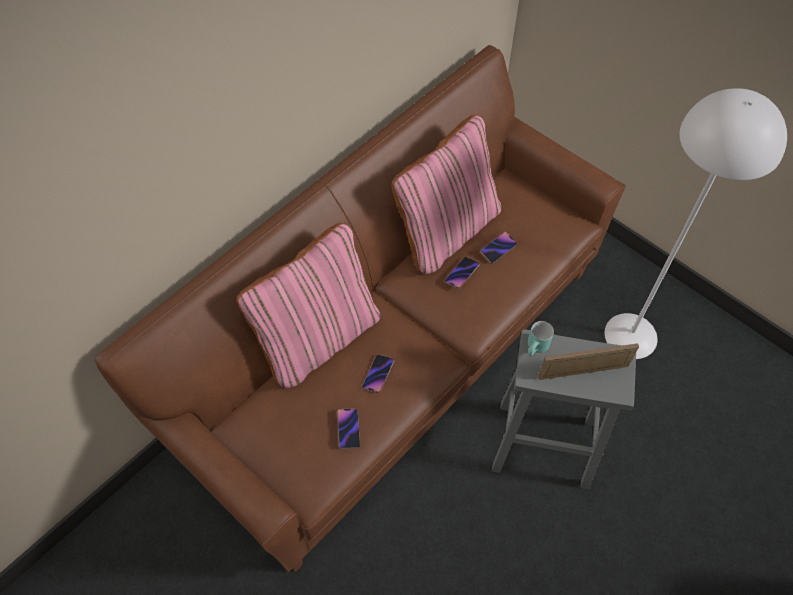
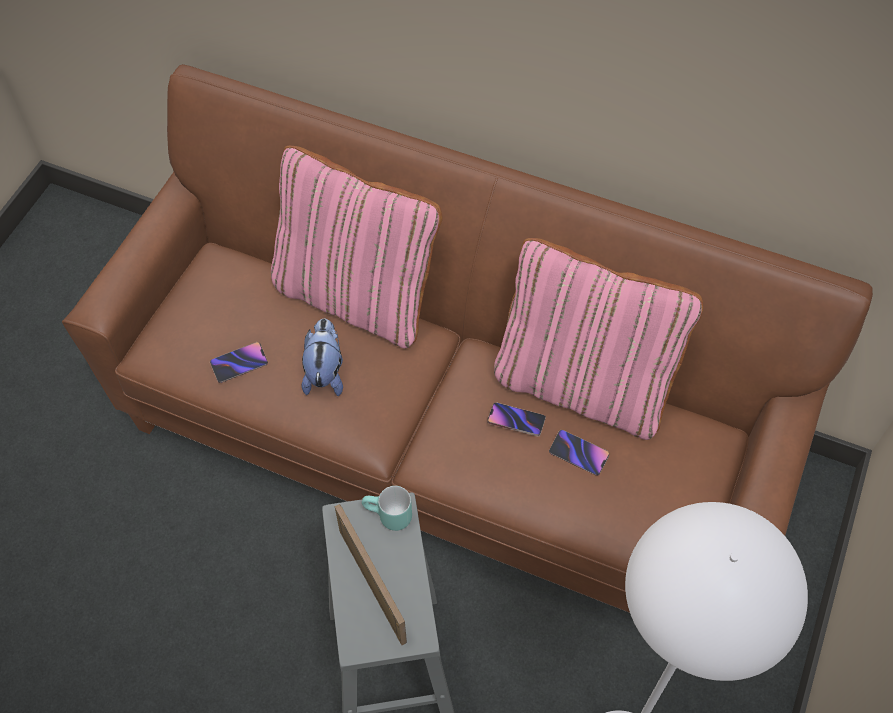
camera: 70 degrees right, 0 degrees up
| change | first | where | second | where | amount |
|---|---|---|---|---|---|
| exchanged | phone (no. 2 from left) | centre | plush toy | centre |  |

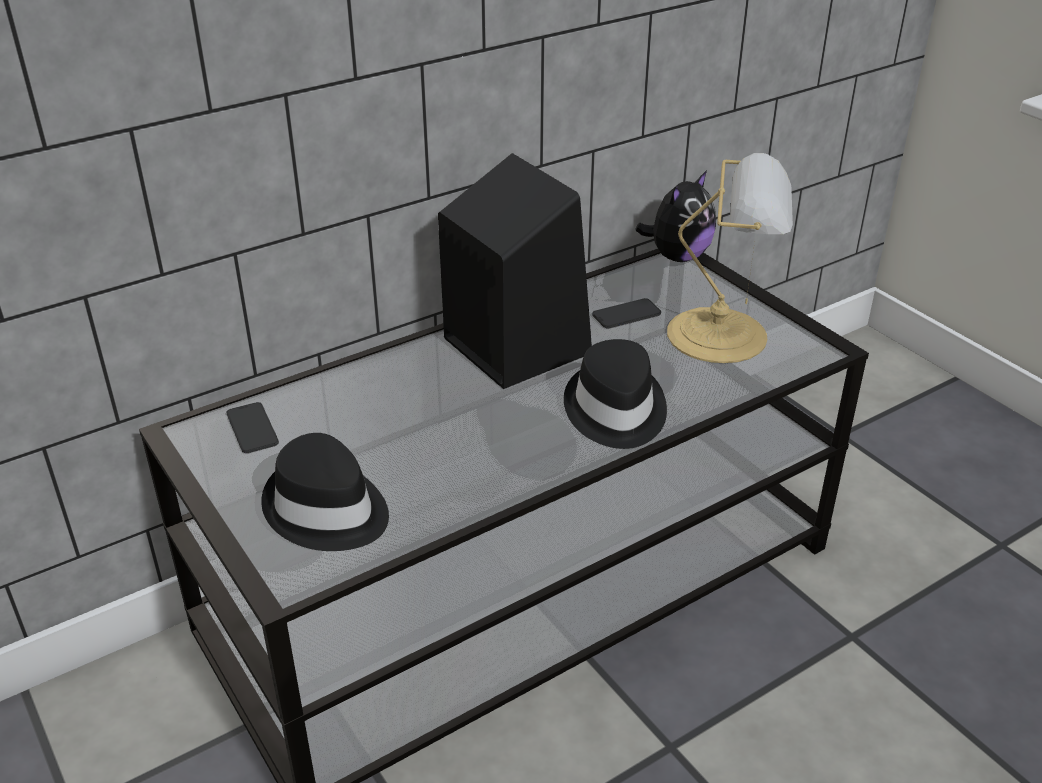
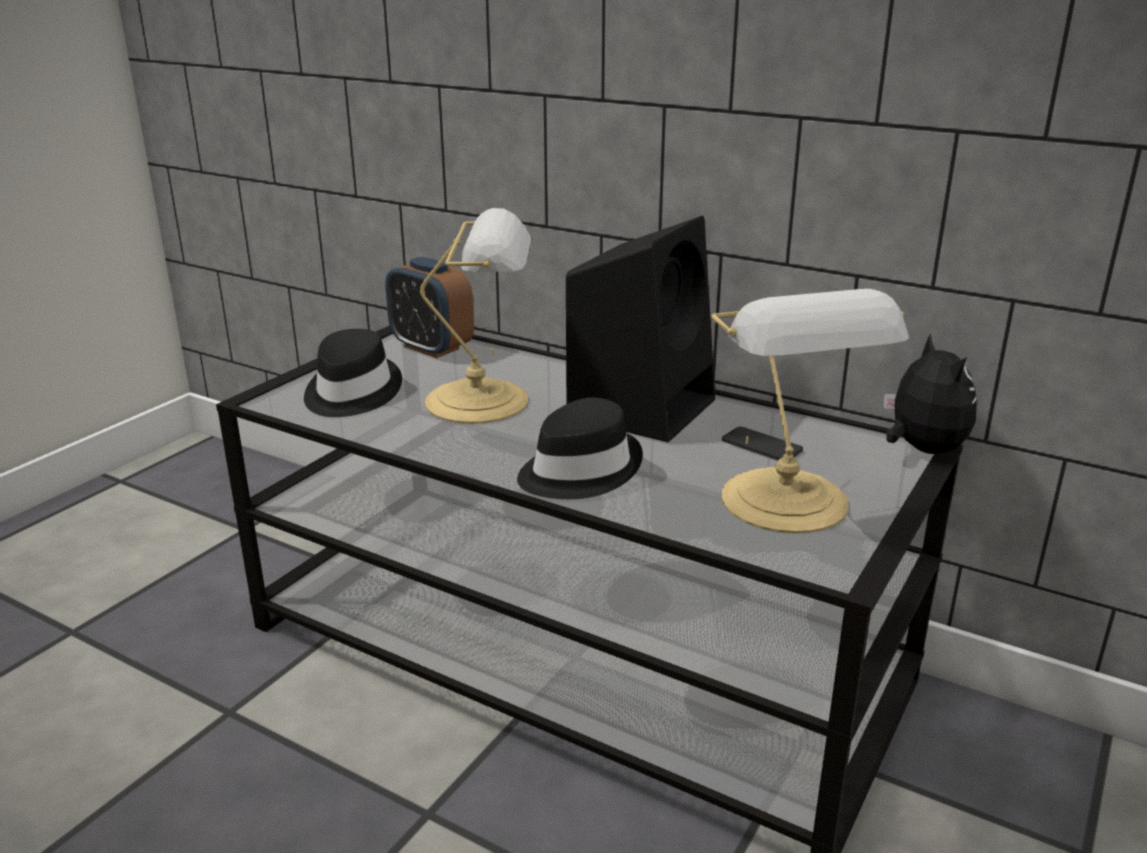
camera: 65 degrees right, 10 degrees down
| change | first | where | second | where | amount |
|---|---|---|---|---|---|
| spun | plush toy | top centre |  | middle right | 120 degrees counterclockwise |
| exchanged | phone (no. 1 from left) | middle left | alarm clock | centre |  |
| appeared |  |  | table lamp (no. 1 from left) | centre |  |

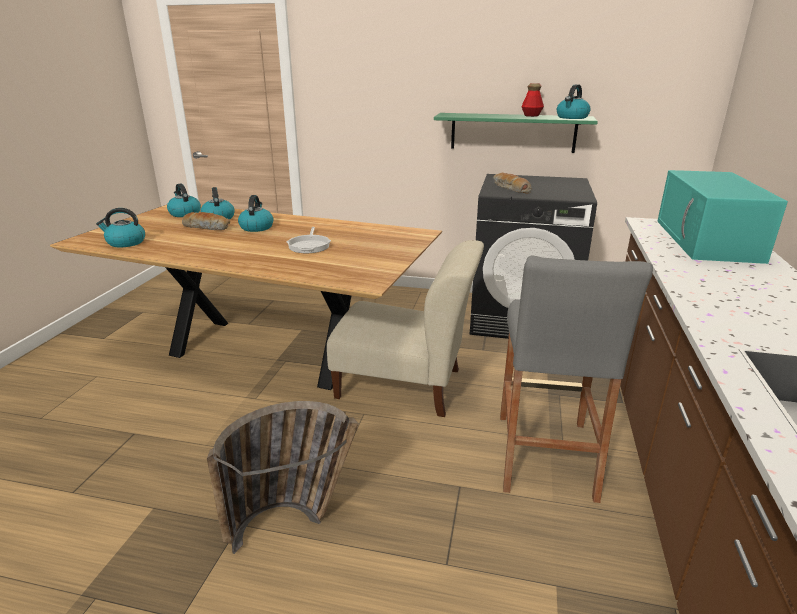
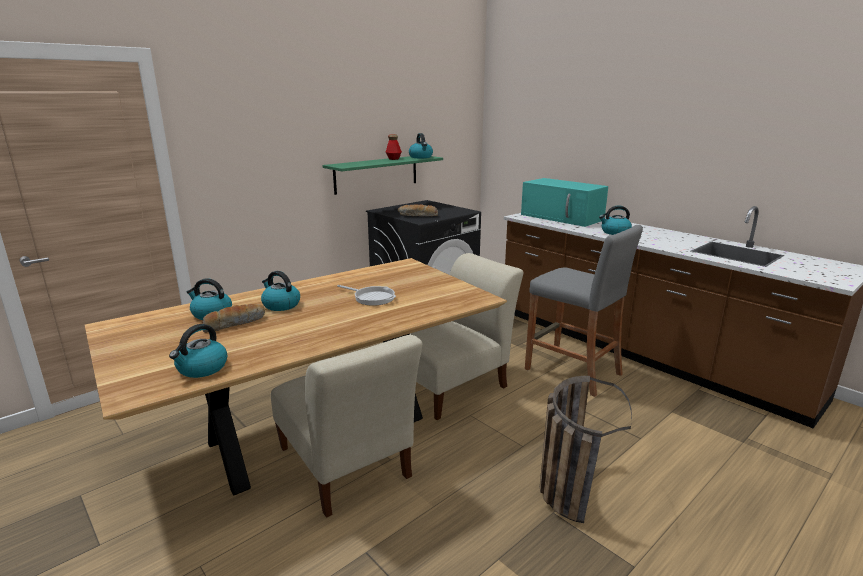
camera: 55 degrees left, 5 degrees down
| change | first | where | second | where | amount |
|---|---|---|---|---|---|
| relocated | kettle (no. 2 from left in the first image) | top left | kettle (no. 5 from left) | middle right |  |
| appeared |  |  | beige chair (no. 1 from left) | bottom centre |  |

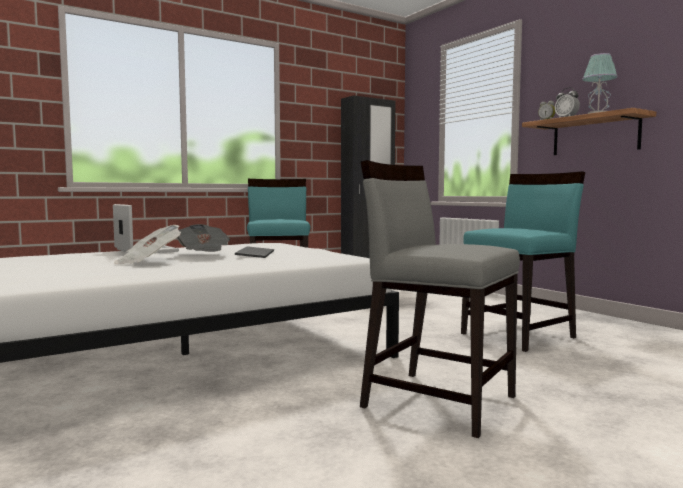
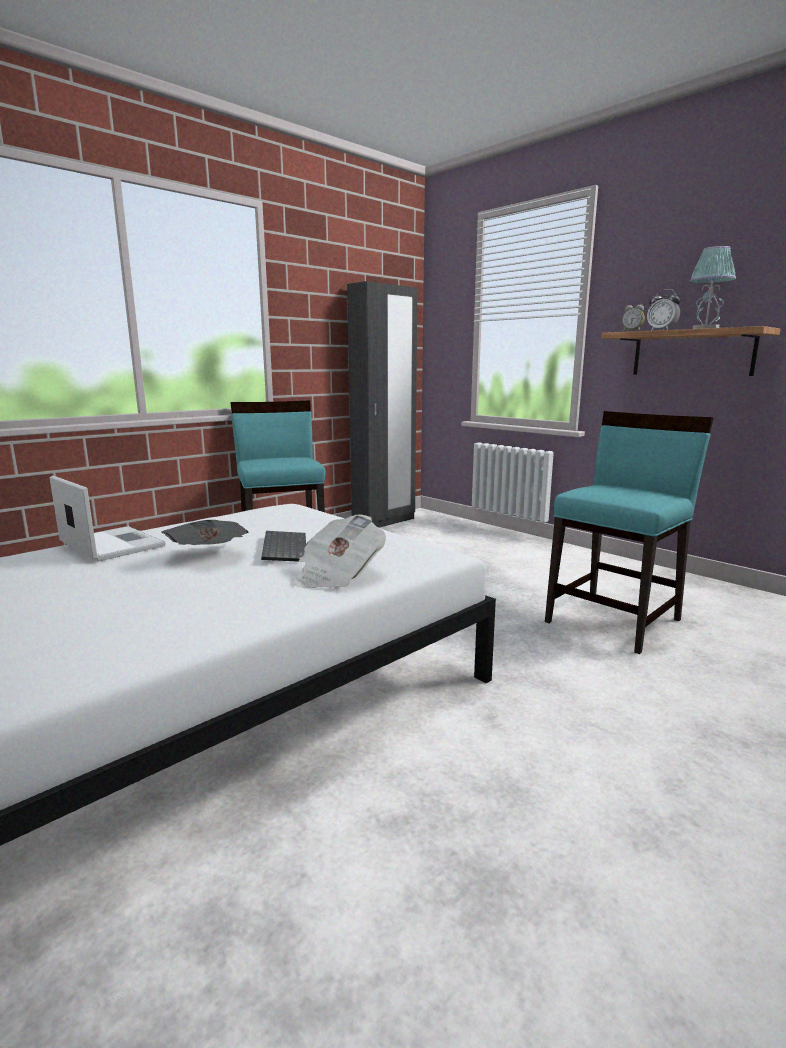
camera: 10 degrees left, 10 degrees up
| change | first | where | second | where | amount |
|---|---|---|---|---|---|
| missing | grey chair | centre |  |  |  |
| relocated | newspaper (no. 1 from left in the first image) | middle left | newspaper (no. 2 from left) | centre |  |

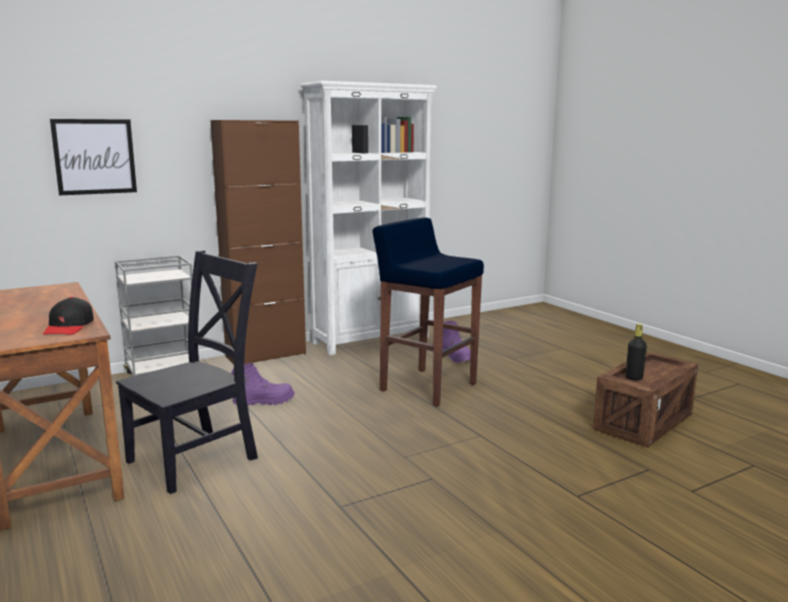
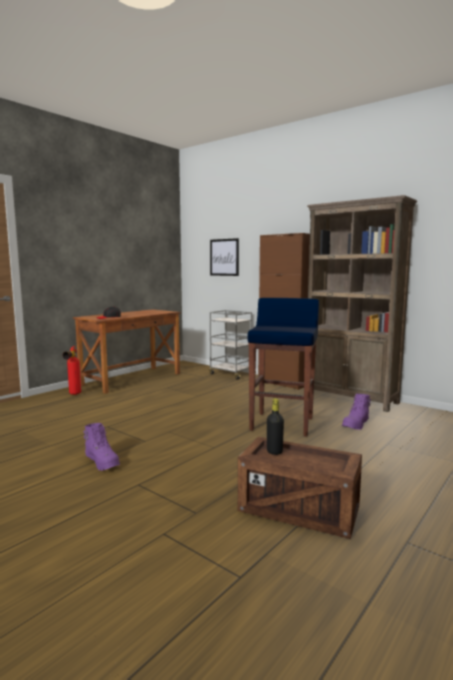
camera: 70 degrees right, 5 degrees down
| change | first | where | second | where | amount |
|---|---|---|---|---|---|
| colour | white bookcase | centre | brown bookcase | middle right |  |
| missing | black chair | middle left |  |  |  |
| relocated | purple boot (no. 1 from left) | centre |  | middle left |  |
| appeared |  |  | fire extinguisher | middle left |  |

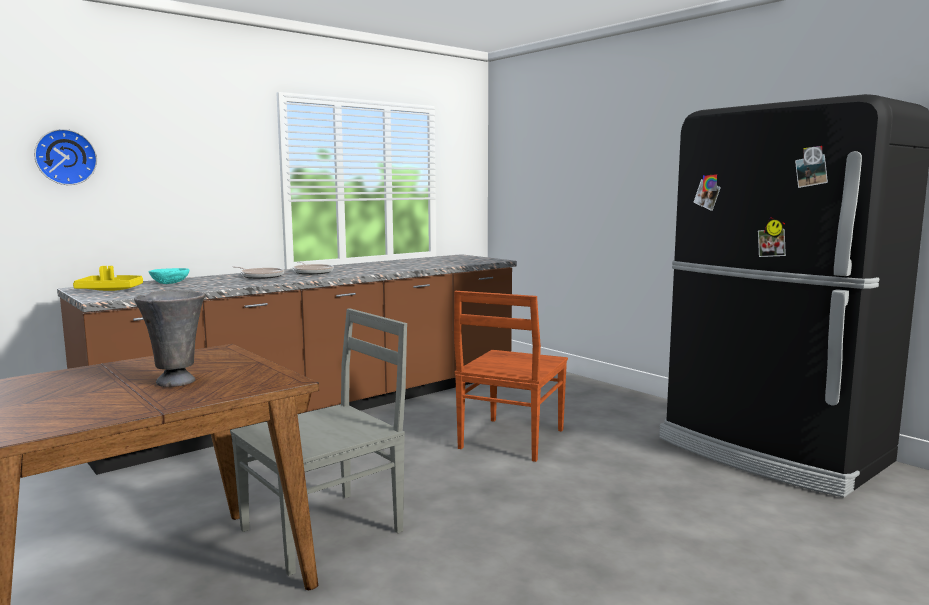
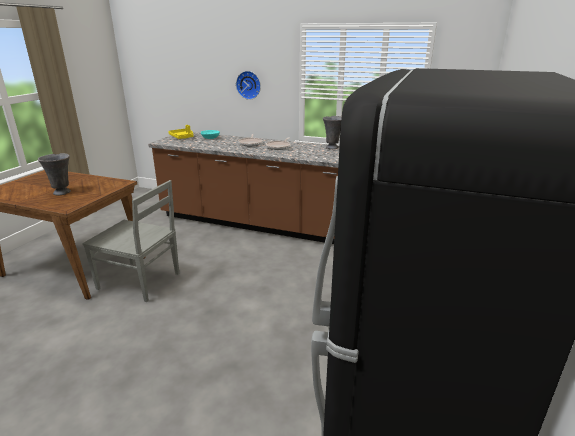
camera: 60 degrees right, 15 degrees up
| change | first | where | second | where | amount |
|---|---|---|---|---|---|
| relocated | wall clock | top left |  | top centre |  |
| missing | brown chair | centre |  |  |  |
| appeared |  |  | grey vase (no. 2 from left) | top centre |  |

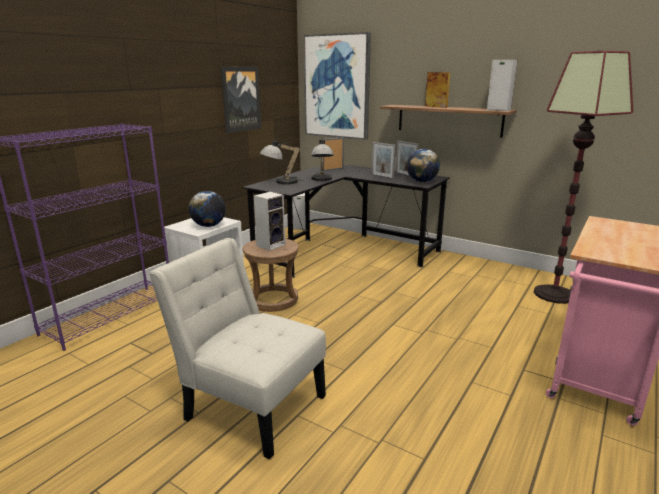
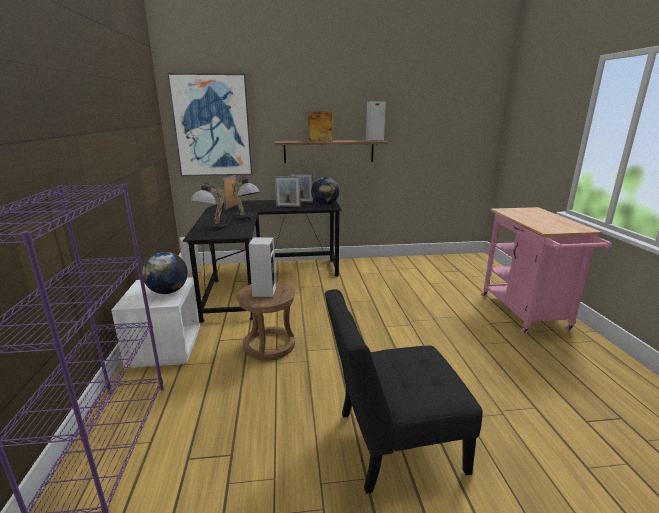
camera: 40 degrees left, 0 degrees up
| change | first | where | second | where | amount |
|---|---|---|---|---|---|
| missing | floor lamp | middle right |  |  |  |
| missing | picture (no. 1 from left) | top centre |  |  |  |
| colour | white chair | bottom centre | black chair | bottom centre |  |

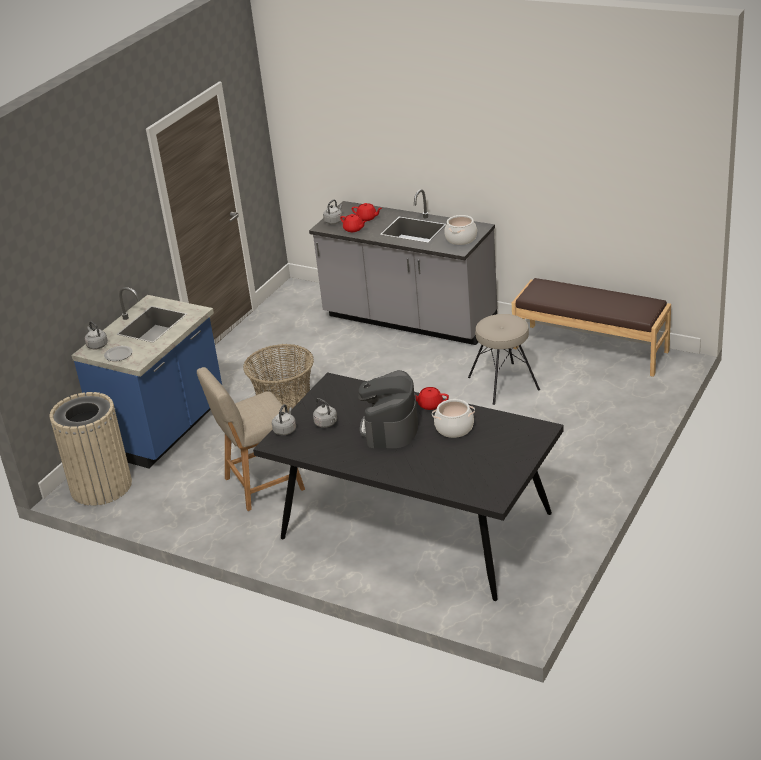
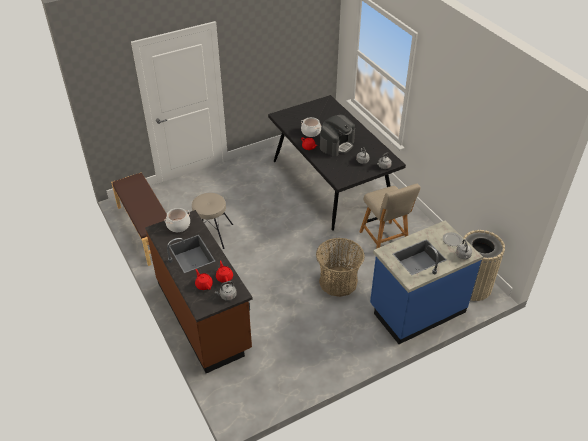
camera: 150 degrees left, 10 degrees up
| change | first | where | second | where | amount |
|---|---|---|---|---|---|
| colour | grey counter | centre | brown counter | centre |  |
| spun | beige chair | middle left |  | centre | 60 degrees clockwise |

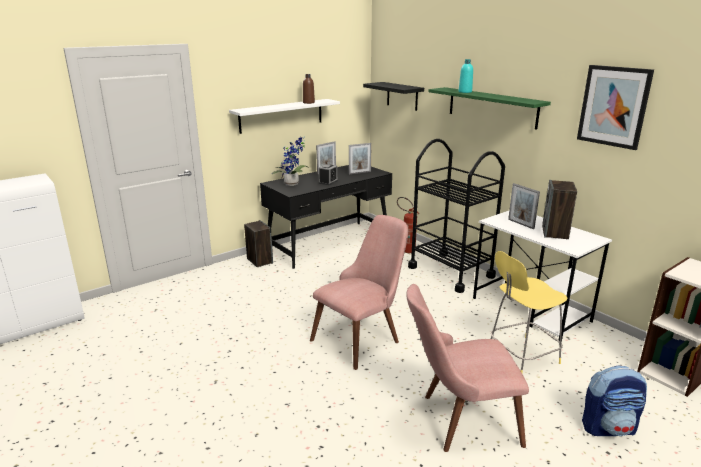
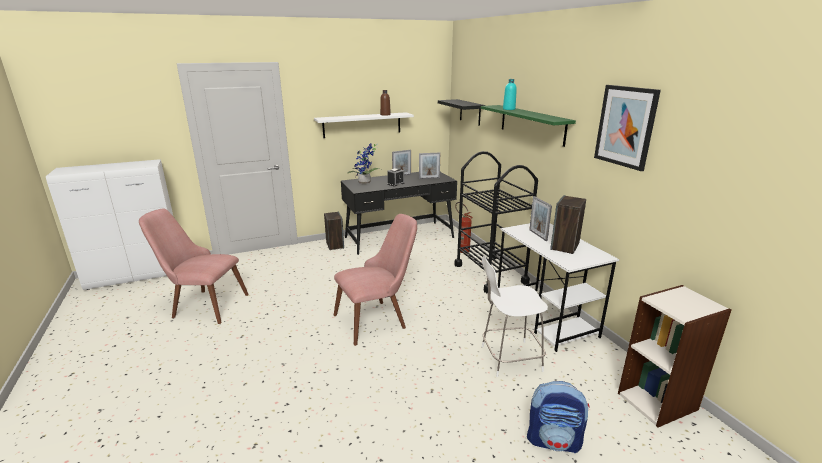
camera: 15 degrees right, 0 degrees up
| change | first | where | second | where | amount |
|---|---|---|---|---|---|
| colour | yellow stool | bottom right | white stool | bottom centre |  |
| relocated | pink chair (no. 2 from left in the first image) | bottom centre | pink chair (no. 1 from left) | middle left |  |

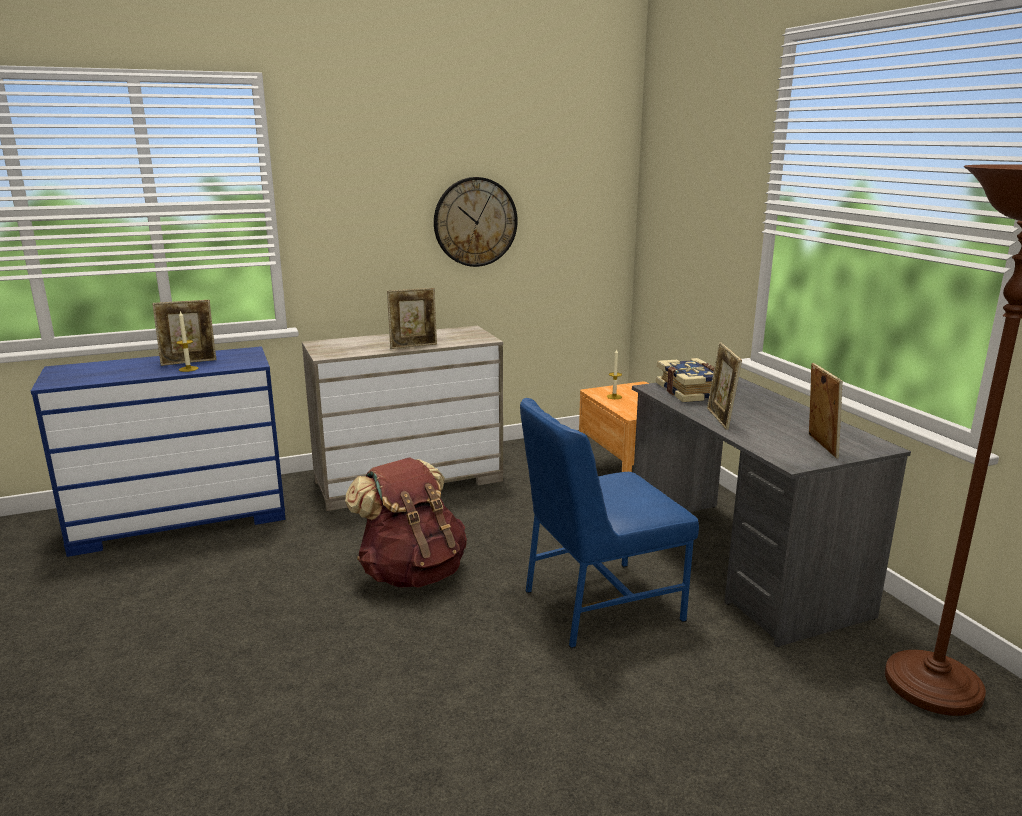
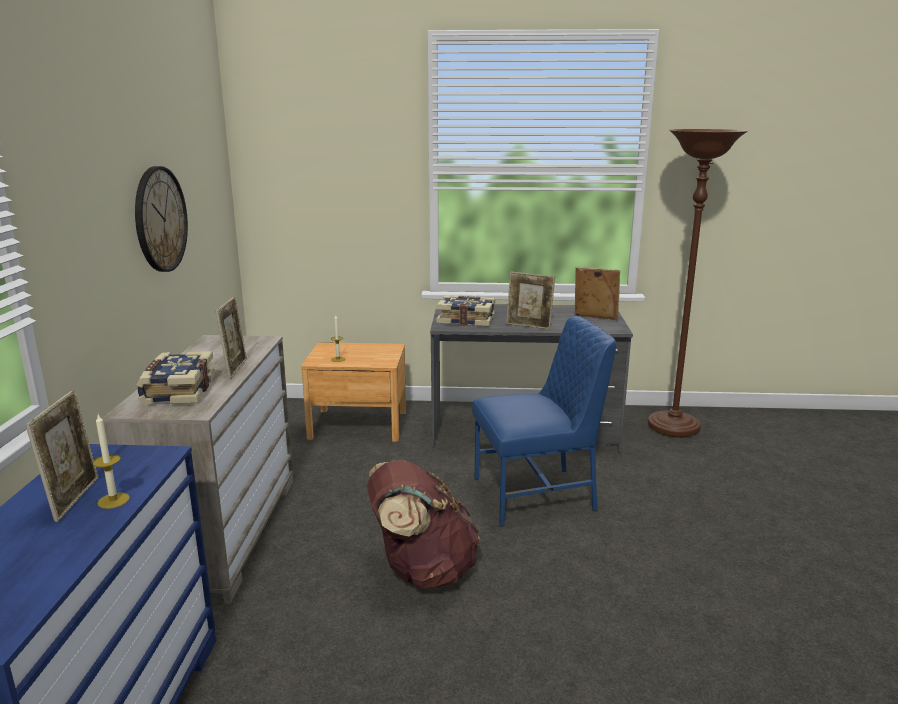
camera: 65 degrees left, 0 degrees up
| change | first | where | second | where | amount |
|---|---|---|---|---|---|
| spun | blue chair | centre |  | centre | 105 degrees counterclockwise |
| appeared |  |  | book (no. 1 from left) | middle left |  |

